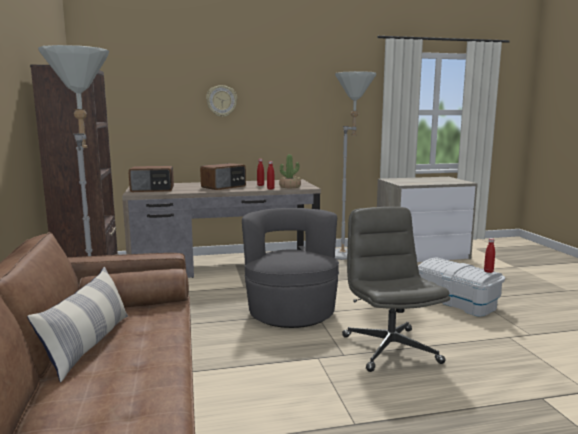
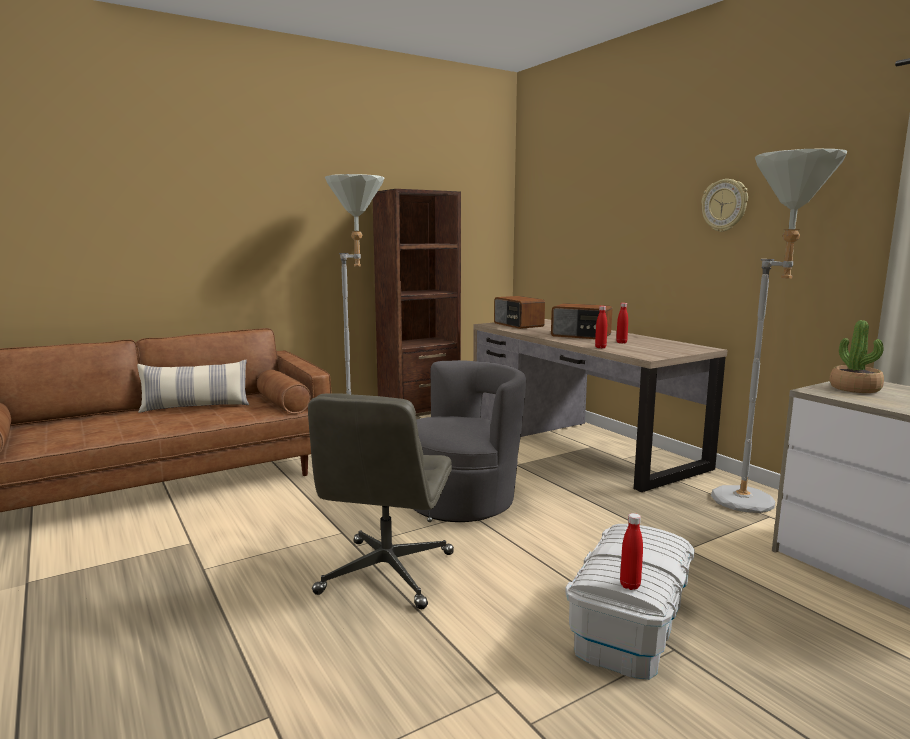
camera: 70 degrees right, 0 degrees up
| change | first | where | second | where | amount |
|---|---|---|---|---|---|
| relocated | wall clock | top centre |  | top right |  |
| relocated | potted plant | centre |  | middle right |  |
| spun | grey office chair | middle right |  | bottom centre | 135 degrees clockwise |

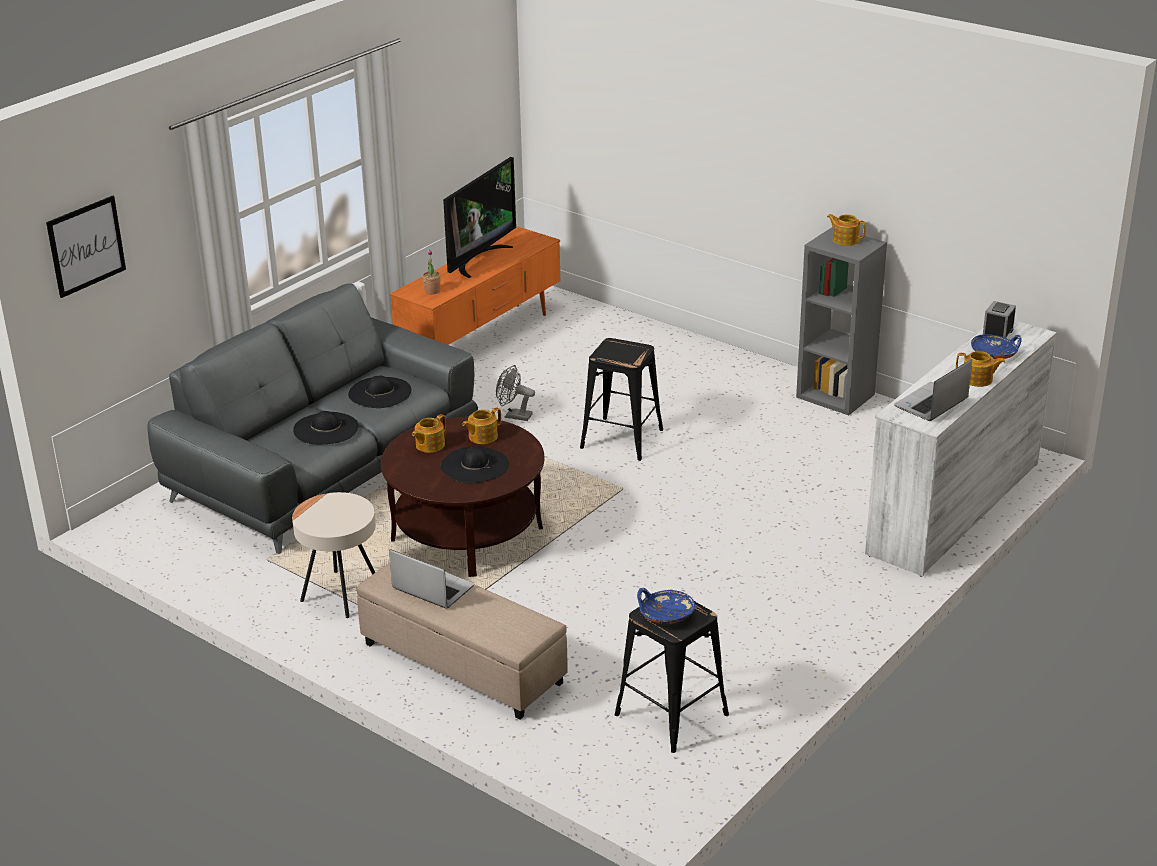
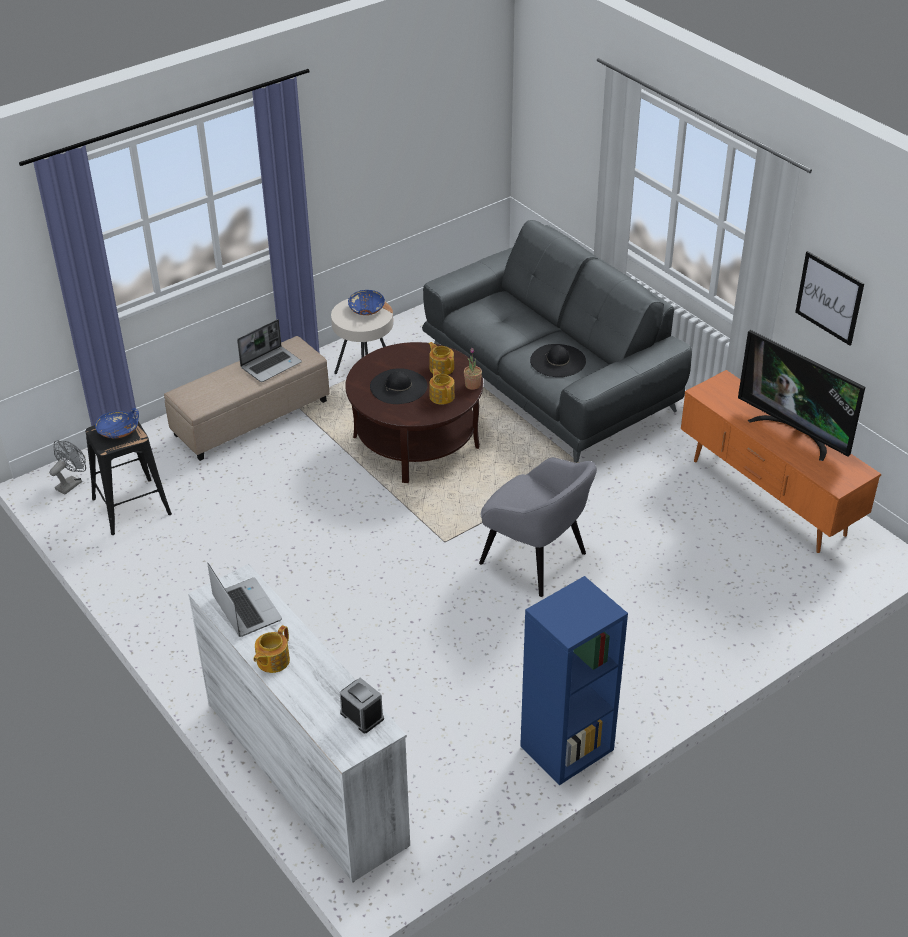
camera: 105 degrees right, 10 degrees up
| change | first | where | second | where | amount |
|---|---|---|---|---|---|
| relocated | picture | top left |  | top right |  |
| missing | teapot (no. 3 from left) | top right |  |  |  |
| colour | grey bookcase | middle right | blue bookcase | bottom centre |  |
| relocated | potted plant | top centre |  | centre |  |
| relocated | blue bowl (no. 2 from left) | middle right |  | top centre |  |
| exchanged | black stool (no. 1 from left) | centre | grey armchair | centre |  |
| relocated | grey fan | centre |  | middle left |  |
| missing | black hat (no. 1 from left) | middle left |  |  |  |

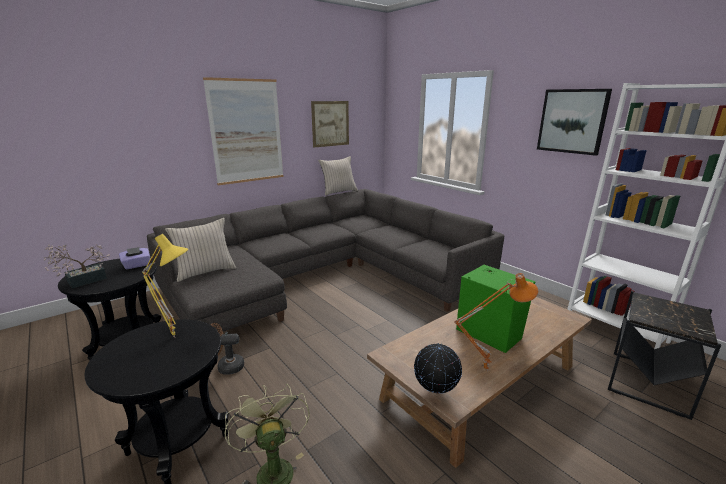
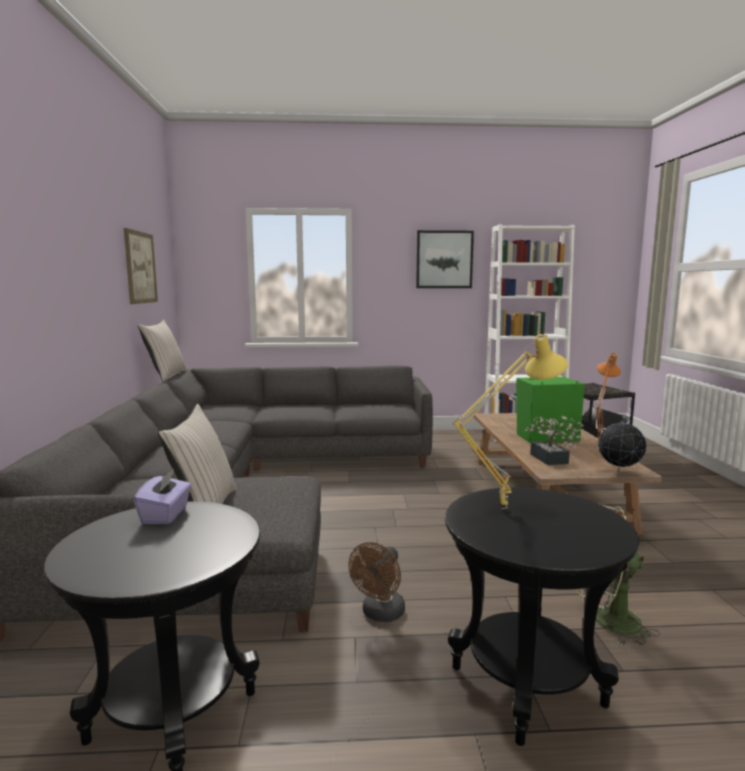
camera: 55 degrees left, 10 degrees down
| change | first | where | second | where | amount |
|---|---|---|---|---|---|
| missing | picture (no. 1 from left) | top centre |  |  |  |
| relocated | potted plant | middle left |  | middle right |  |

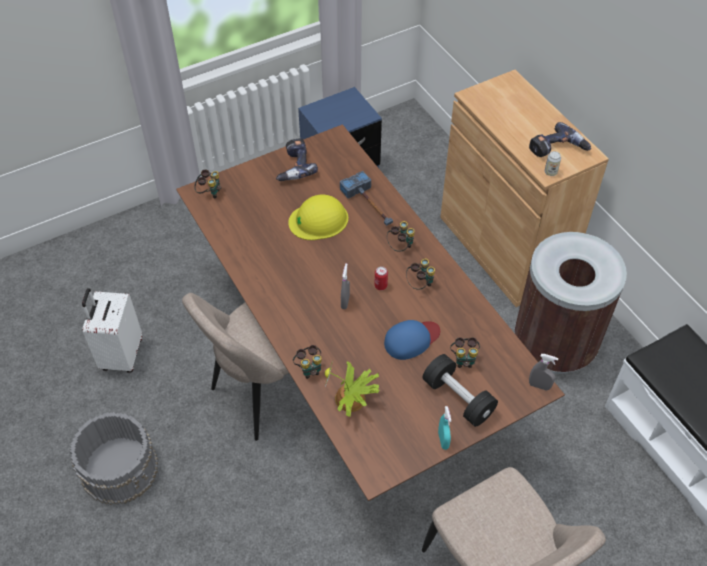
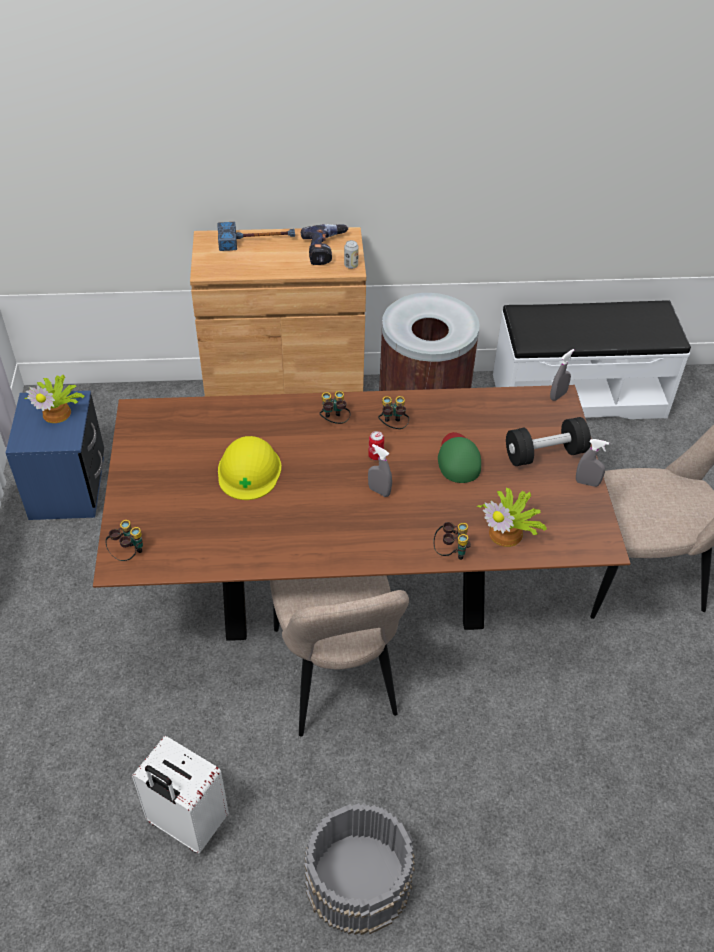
camera: 65 degrees left, 5 degrees down
| change | first | where | second | where | amount |
|---|---|---|---|---|---|
| missing | power drill (no. 1 from left) | top centre |  |  |  |
| relocated | hammer | centre |  | top centre |  |
| colour | blue cap | centre | green cap | centre |  |
| missing | binoculars (no. 5 from left) | centre |  |  |  |
| colour | turquoise spray bottle | bottom centre | grey spray bottle (no. 3 from left) | middle right |  |
| appeared |  |  | potted plant (no. 1 from left) | middle left |  |

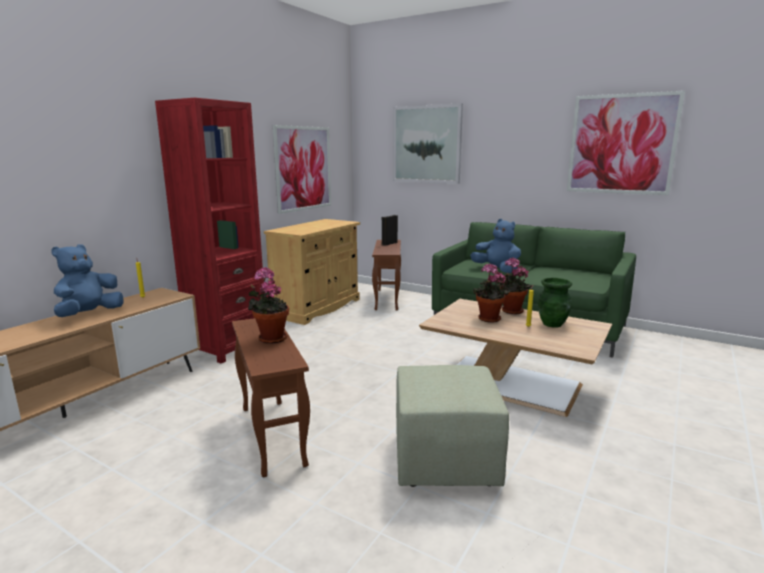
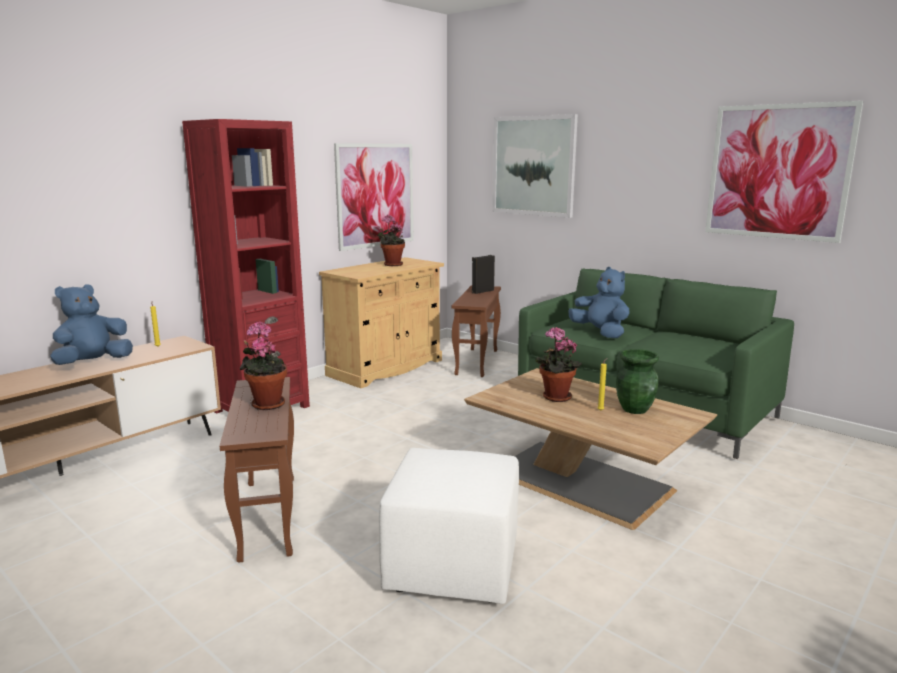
camera: 10 degrees right, 0 degrees up
| change | first | where | second | where | amount |
|---|---|---|---|---|---|
| relocated | potted plant (no. 3 from left in the first image) | middle right | potted plant (no. 2 from left) | centre |  |
| colour | green ottoman | bottom centre | white ottoman | bottom centre |  |

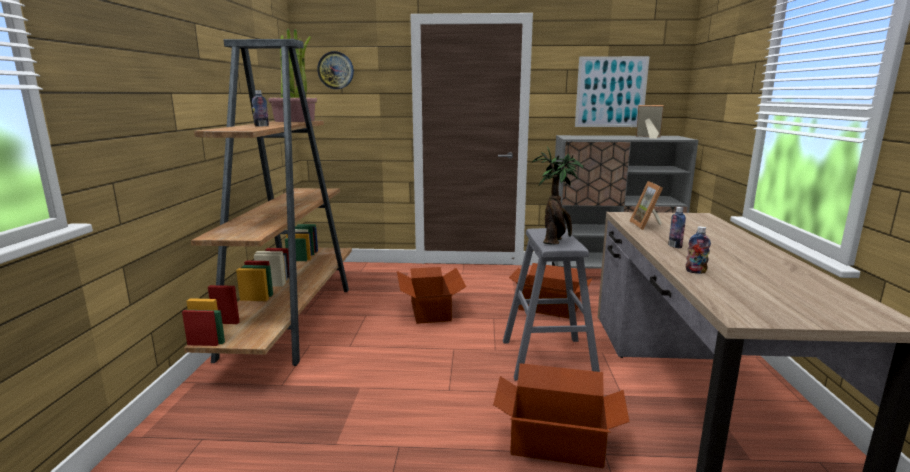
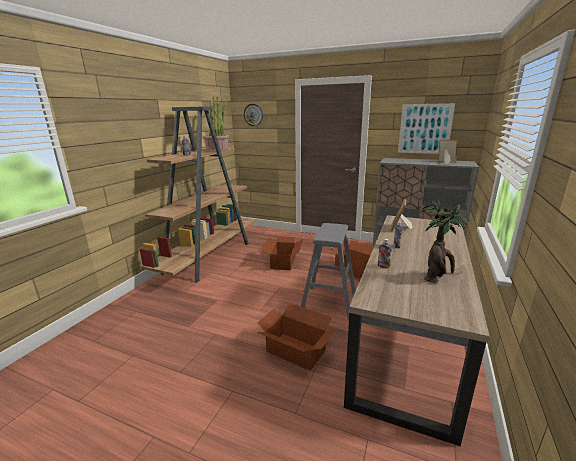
camera: 20 degrees right, 5 degrees up
| change | first | where | second | where | amount |
|---|---|---|---|---|---|
| relocated | potted plant (no. 2 from left) | centre |  | middle right |  |

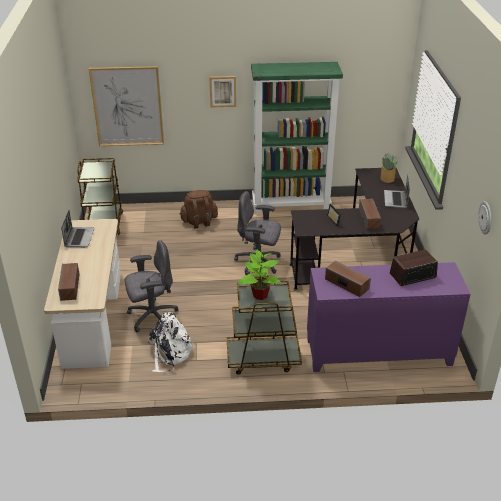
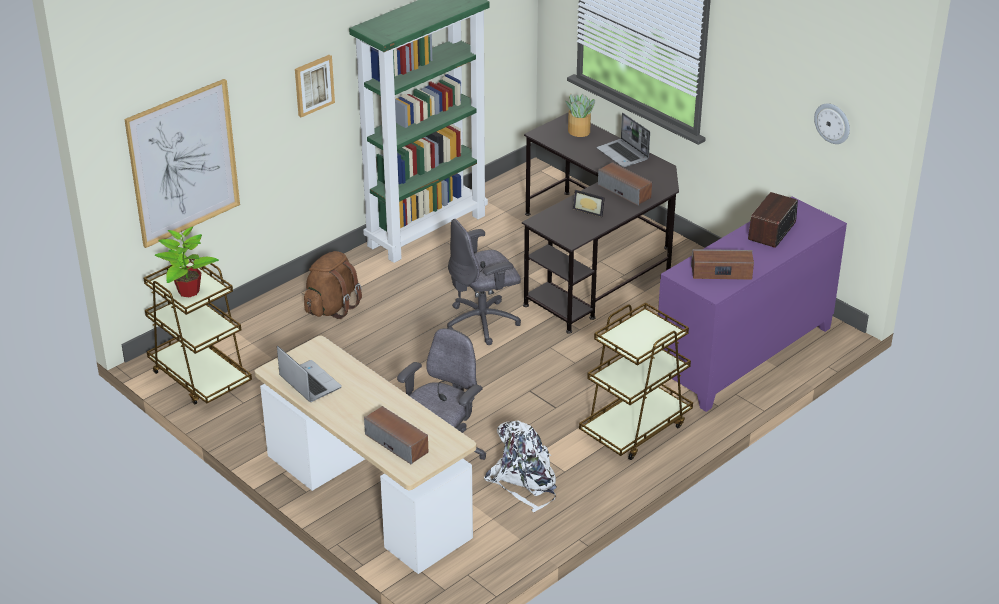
camera: 40 degrees left, 0 degrees up
| change | first | where | second | where | amount |
|---|---|---|---|---|---|
| relocated | potted plant (no. 1 from left) | centre |  | middle left |  |

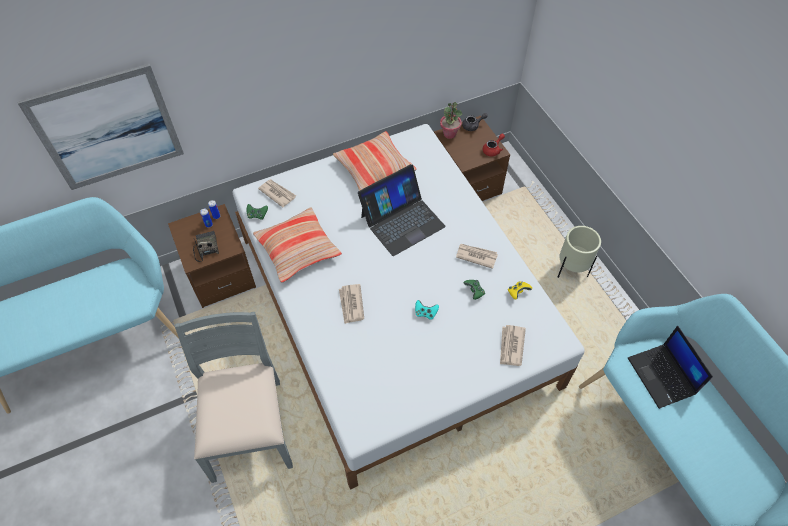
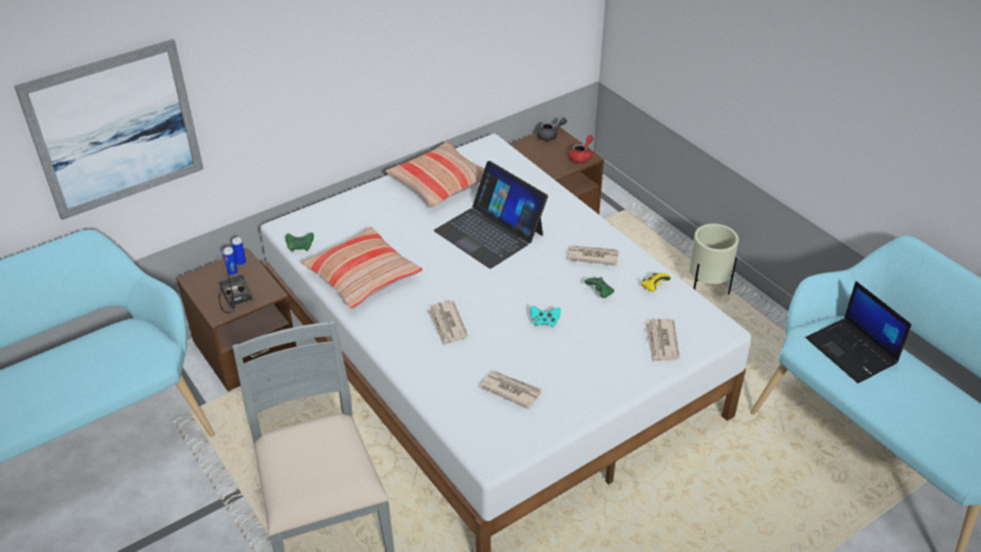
camera: 10 degrees left, 15 degrees down
| change | first | where | second | where | amount |
|---|---|---|---|---|---|
| missing | potted plant | top centre |  |  |  |
| spun | laptop (no. 1 from left) | centre |  | centre | 90 degrees clockwise |
| relocated | newspaper (no. 1 from left in the first image) | centre | newspaper (no. 2 from left) | bottom centre |  |

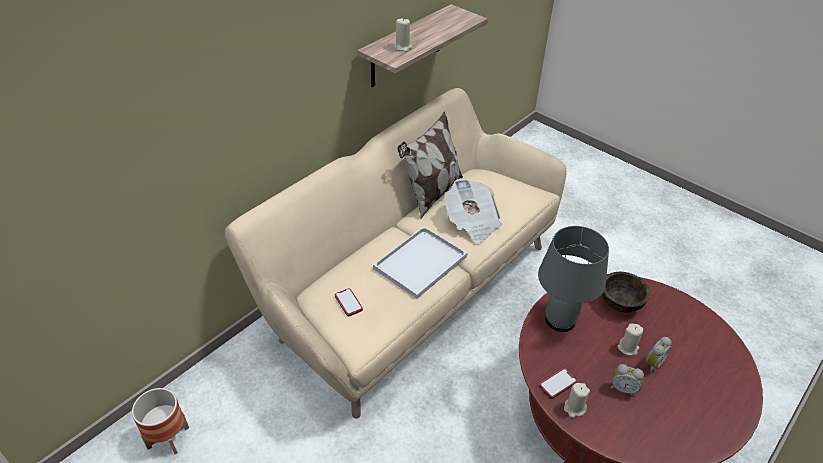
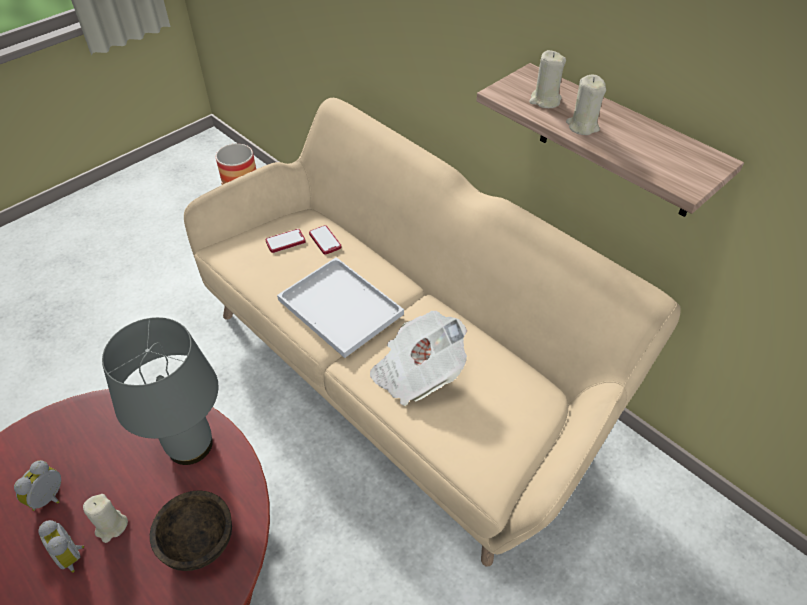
camera: 95 degrees right, 5 degrees up
| change | first | where | second | where | amount |
|---|---|---|---|---|---|
| missing | pillow | centre |  |  |  |
| relocated | phone (no. 2 from left) | bottom right |  | centre |  |
| relocated | beige candle (no. 2 from left in the first image) | bottom right | beige candle (no. 3 from left) | top right |  |

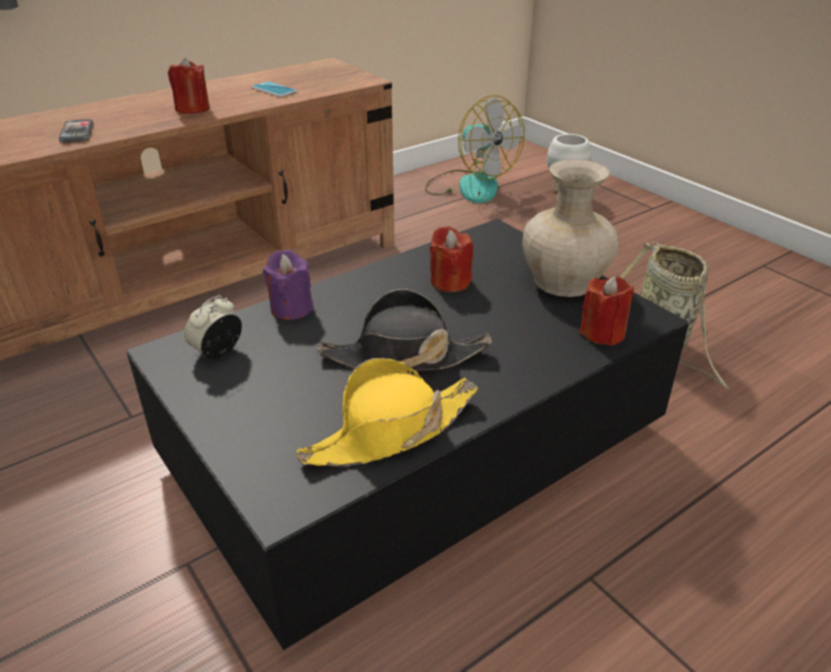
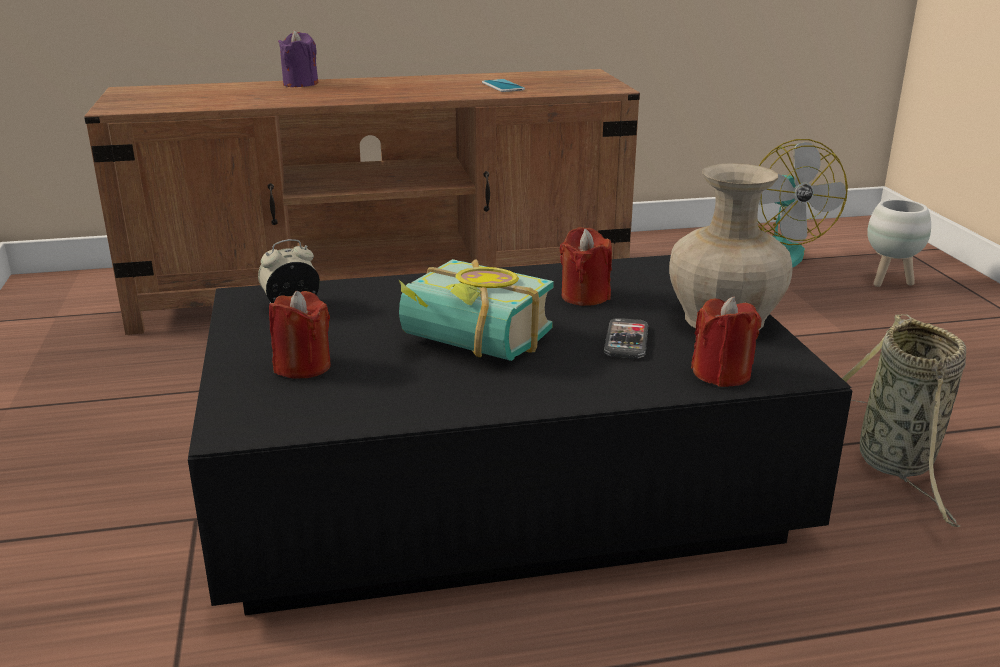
camera: 25 degrees right, 10 degrees down
| change | first | where | second | where | amount |
|---|---|---|---|---|---|
| relocated | red candle (no. 1 from left) | top left |  | middle left |  |
| relocated | phone (no. 1 from left in the first image) | top left | phone (no. 2 from left) | centre |  |
| relocated | purple candle | centre |  | top left |  |
| exchanged | black hat | centre | book | centre |  |
| missing | yellow hat | centre |  |  |  |

